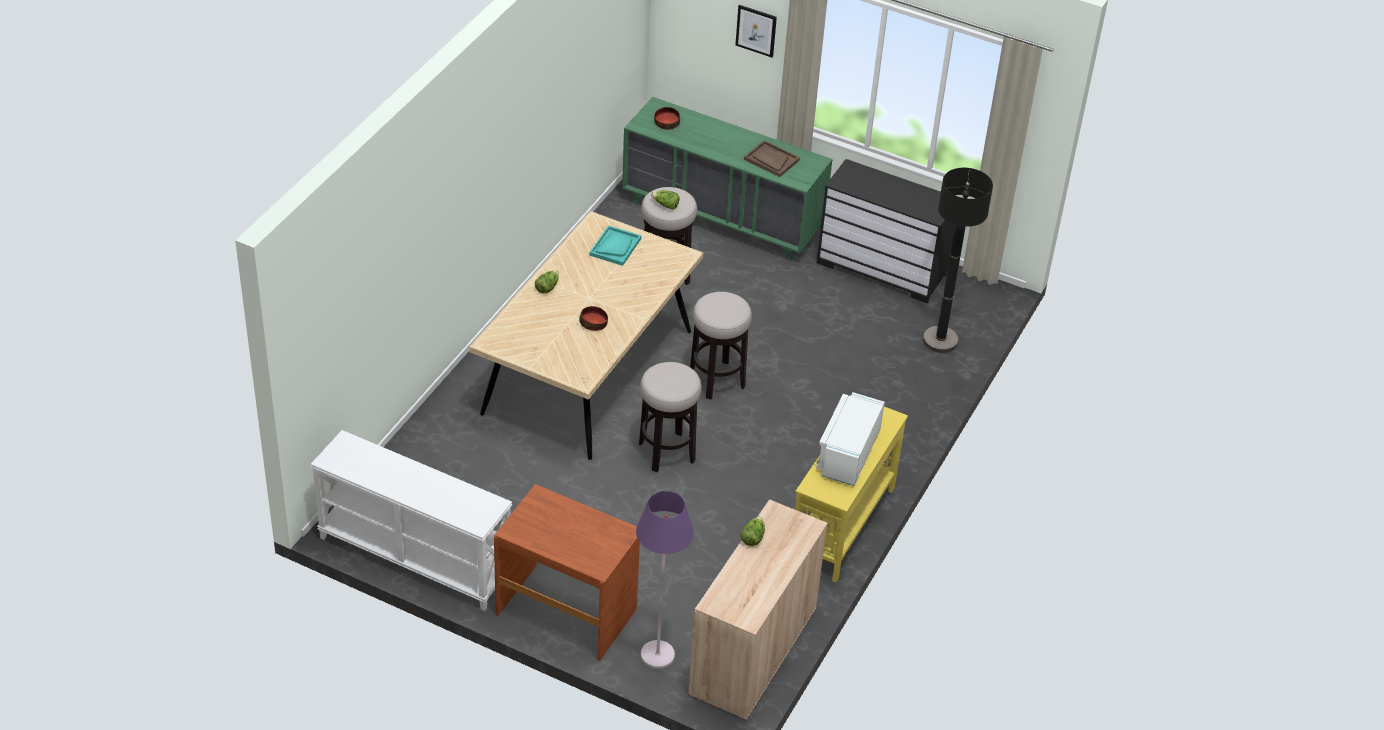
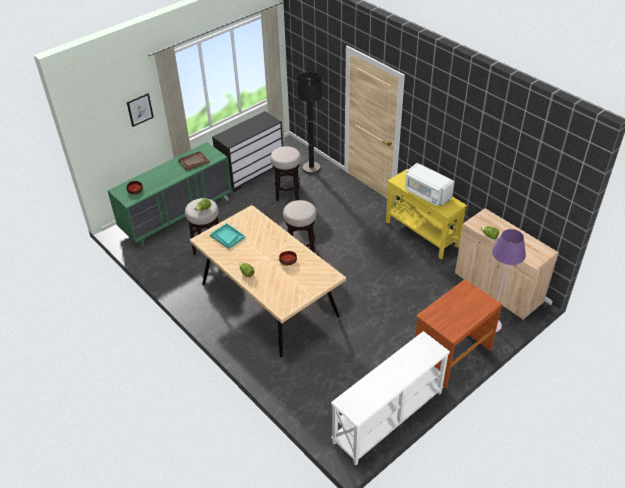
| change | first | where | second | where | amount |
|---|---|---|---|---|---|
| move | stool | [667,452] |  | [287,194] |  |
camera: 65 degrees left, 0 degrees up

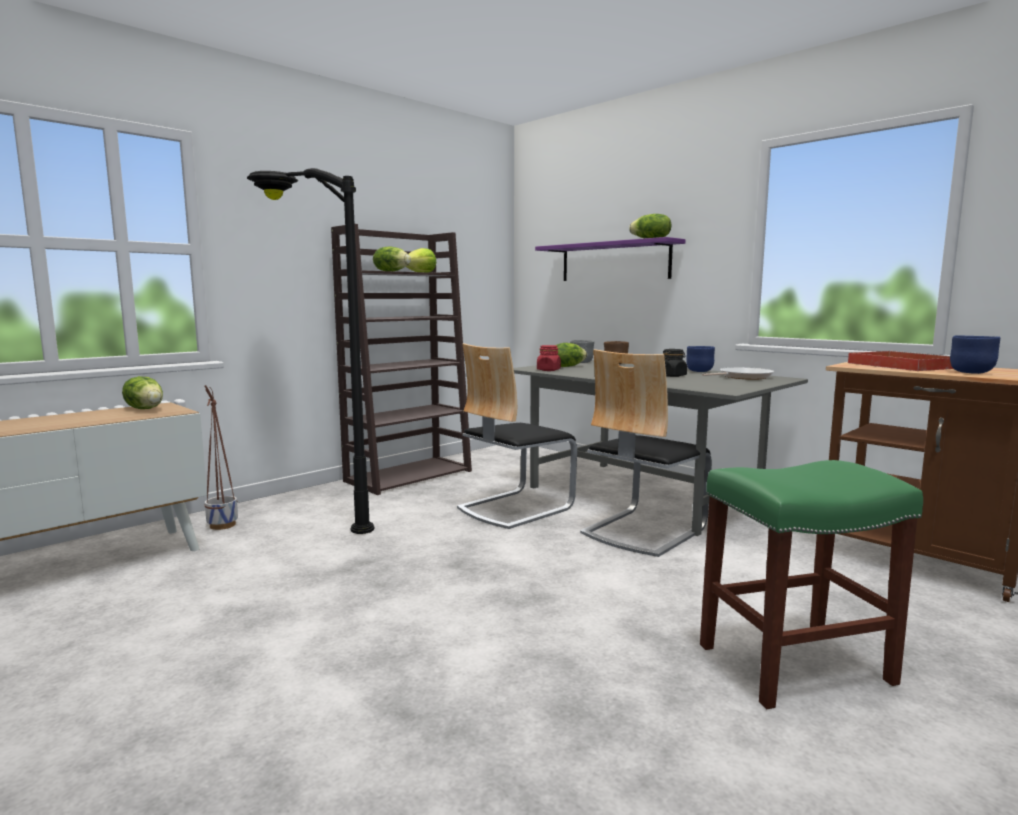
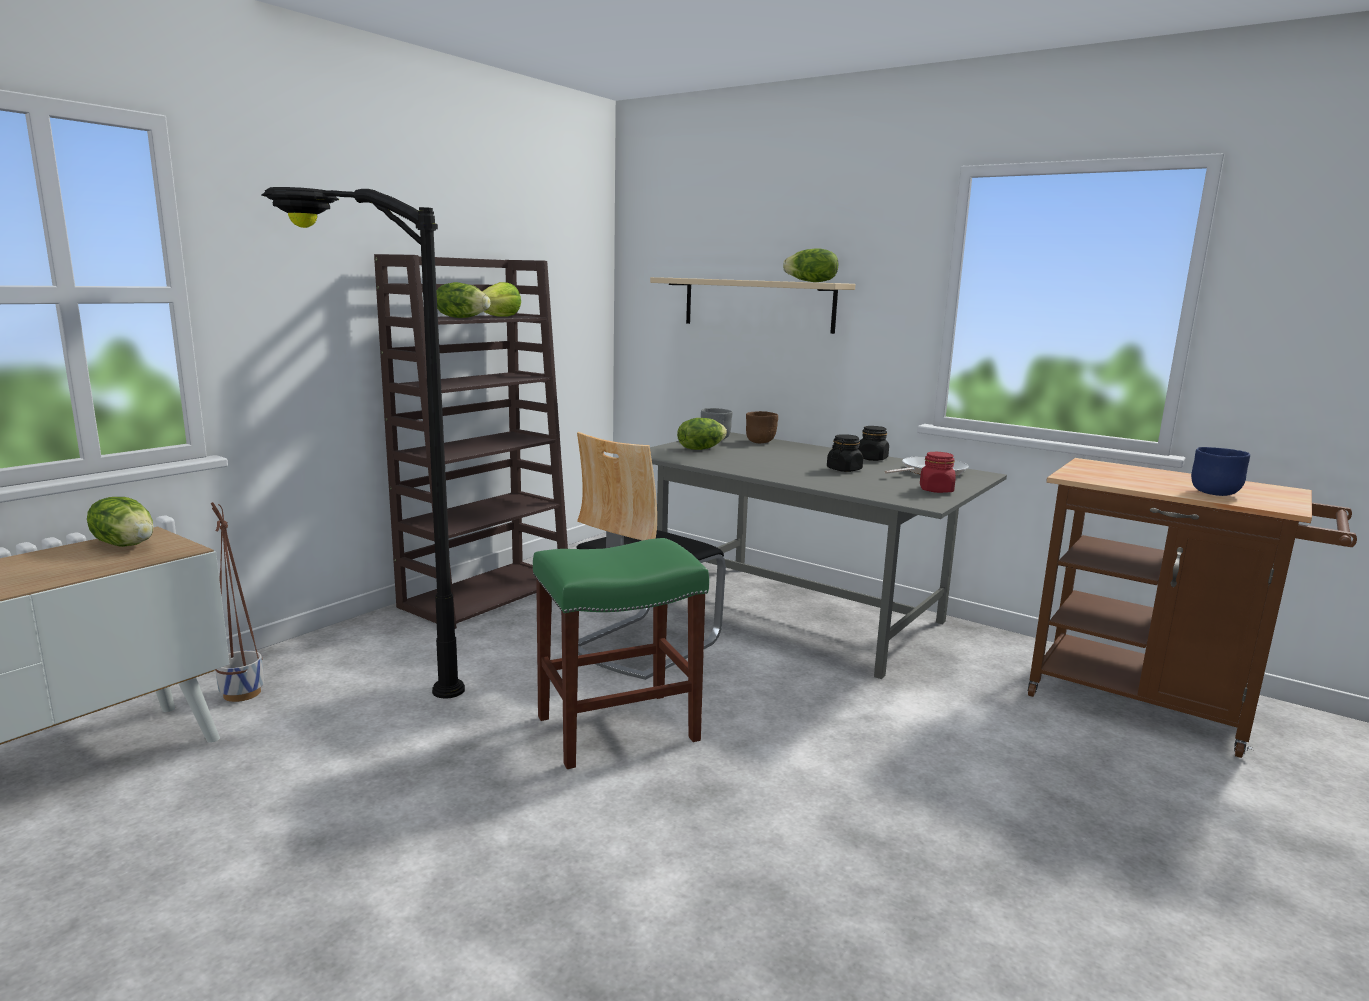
| change | first | where | second | where | amount |
|---|---|---|---|---|---|
| recolor | purple shelf | [614,262] | beige shelf | [757,304] |  |
| move | red jar | [548,370] |  | [936,490] |  |
| replace | blue bowl | [699,371] | black jar | [872,459] |  |
| delete | chair | [643,530] |  |  |  |
| delete | red tray | [900,365] |  |  |  |
| move | green stool | [795,663] |  | [619,727] |  |
camera: 10 degrees left, 5 degrees up

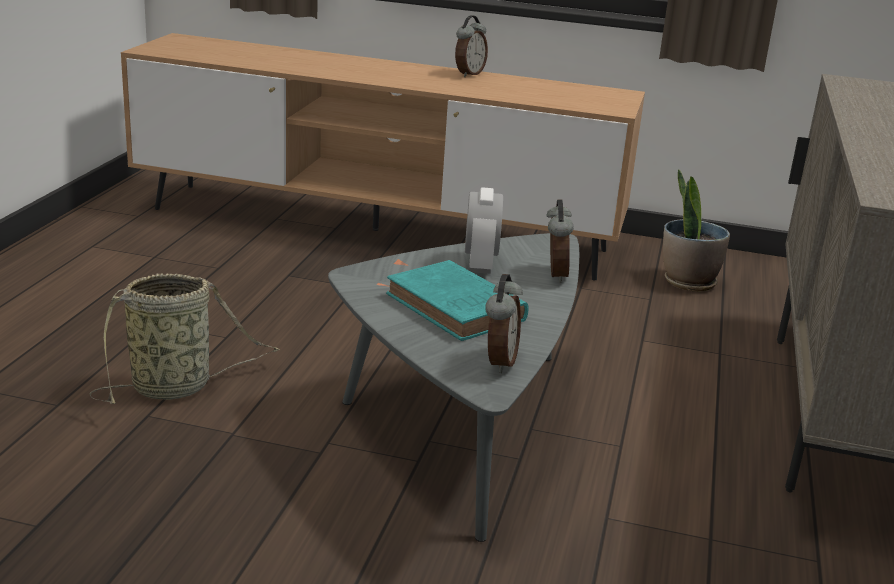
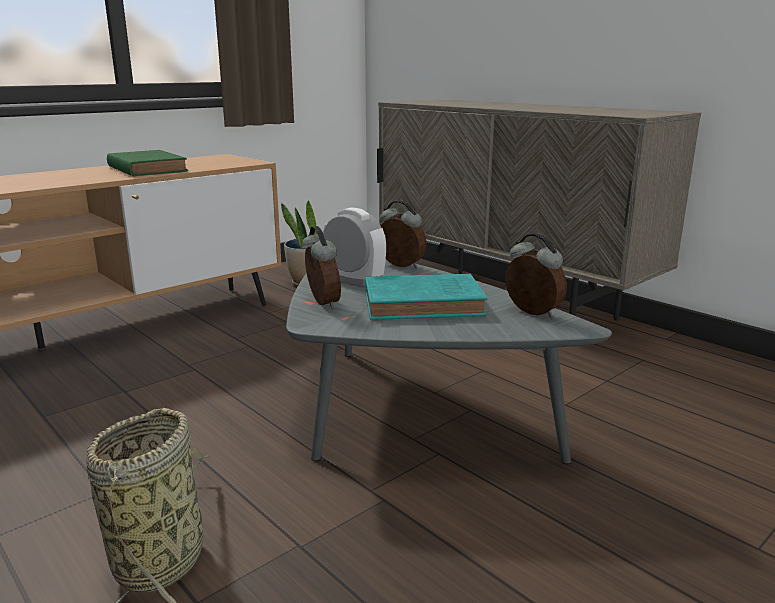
| change | first | where | second | where | amount |
|---|---|---|---|---|---|
| move | alarm clock | [468,74] |  | [321,303] |  |
| insert |  |  | green book | [146,169] |  |
camera: 55 degrees left, 5 degrees down

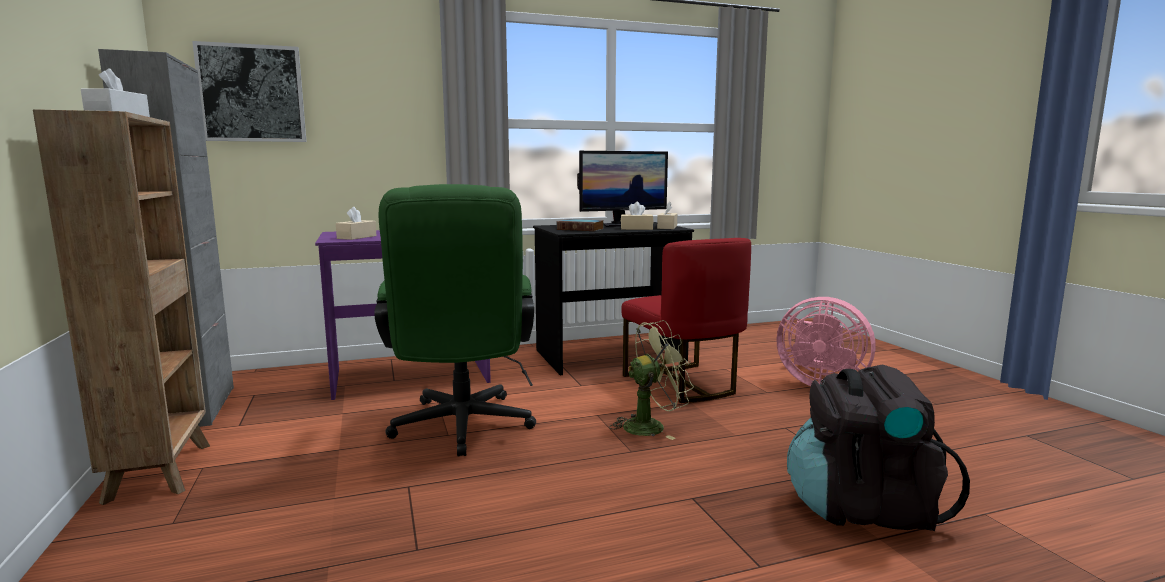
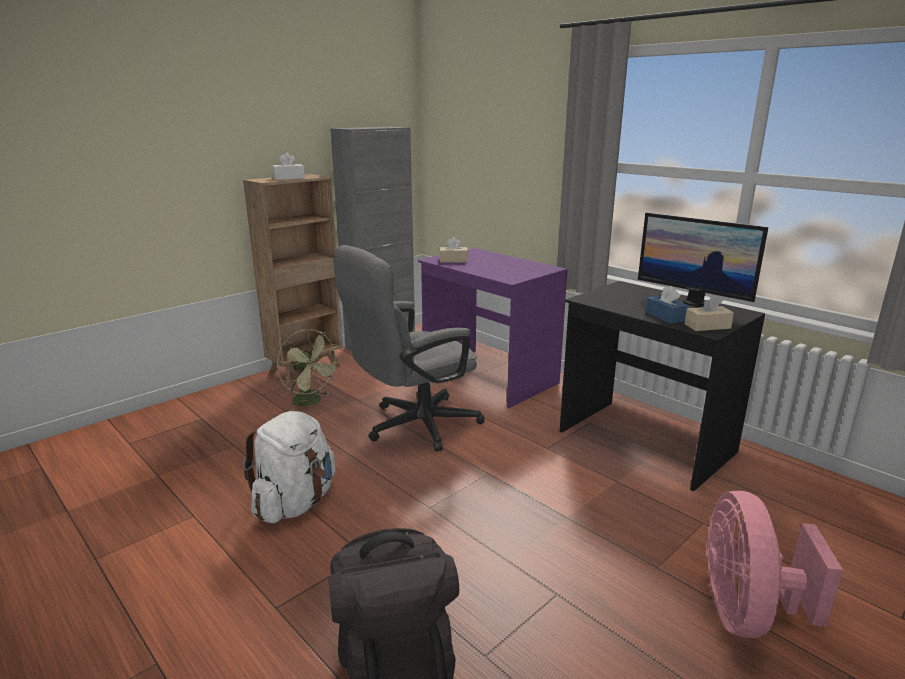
| change | first | where | second | where | amount |
|---|---|---|---|---|---|
| delete | picture | [252,94] |  |  |  |
| recolor | green office chair | [462,430] | grey office chair | [413,426] |  |
| recolor | beige tissue box | [636,228] | blue tissue box | [665,316] |  |
| delete | book | [581,229] |  |  |  |
| delete | red chair | [683,384] |  |  |  |
| move | green fan | [651,426] |  | [311,402] |  |
| insert |  |  | white backpack | [295,503] |  |
camera: 65 degrees right, 10 degrees up

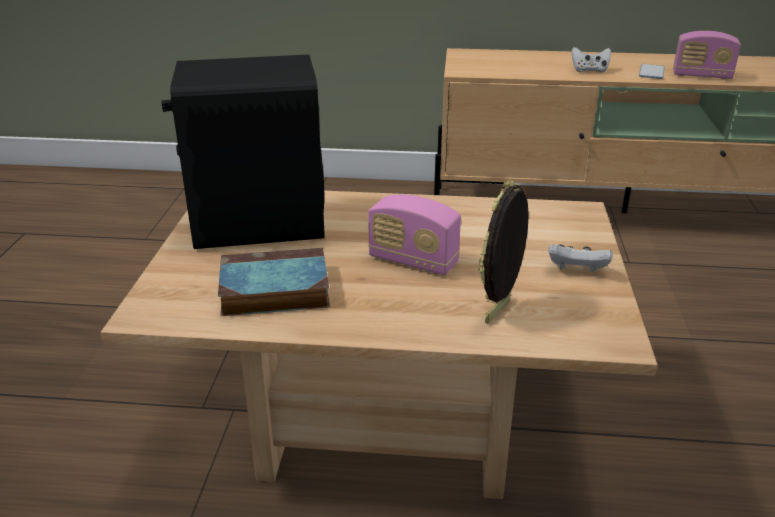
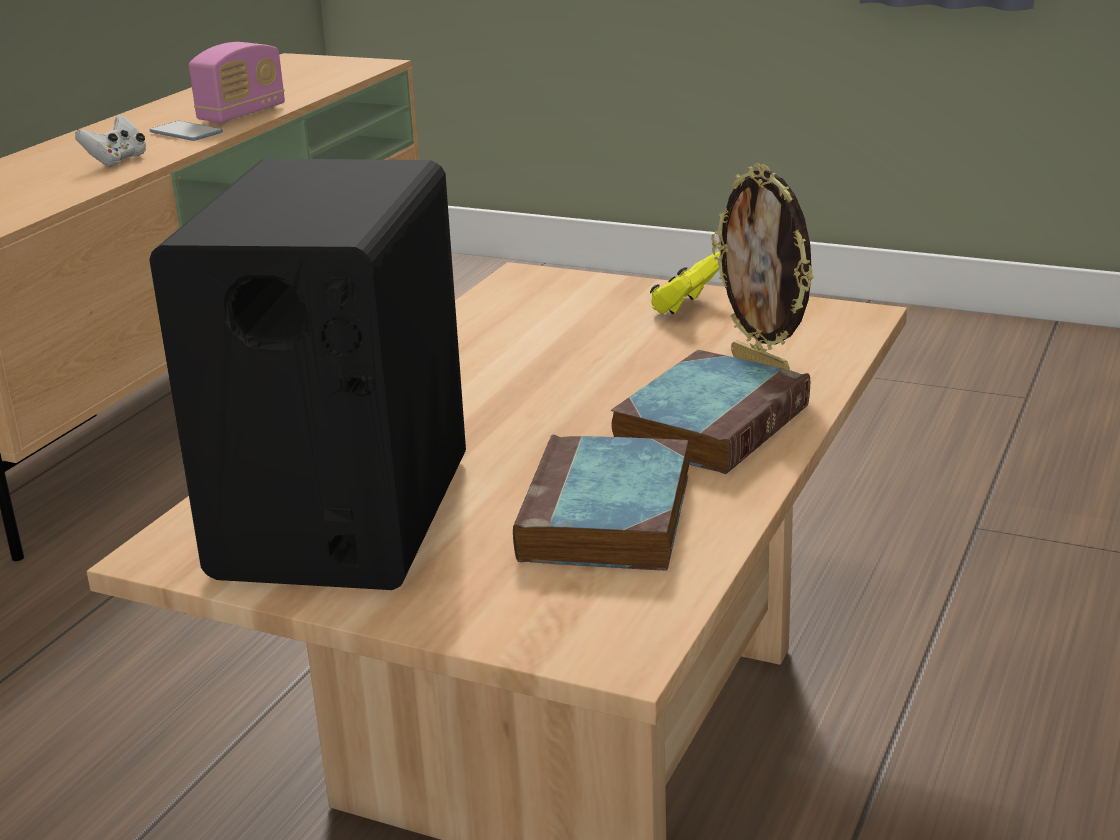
| change | first | where | second | where | amount |
|---|---|---|---|---|---|
| delete | radio | [413,261] |  |  |  |
| recolor | white game controller | [577,271] | yellow game controller | [686,307] |  |
| insert |  |  | book | [712,423] |  |
camera: 70 degrees left, 5 degrees down

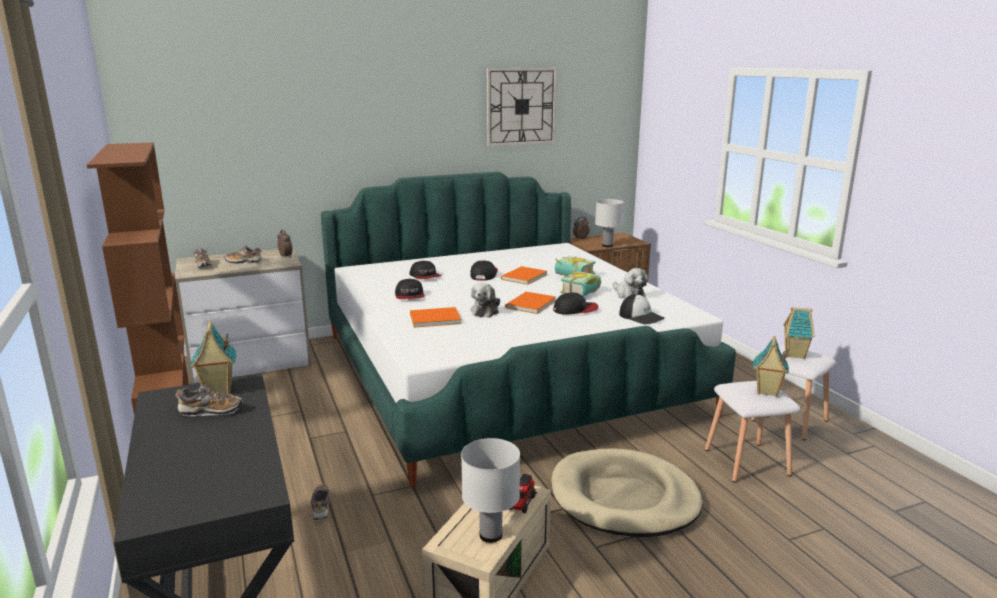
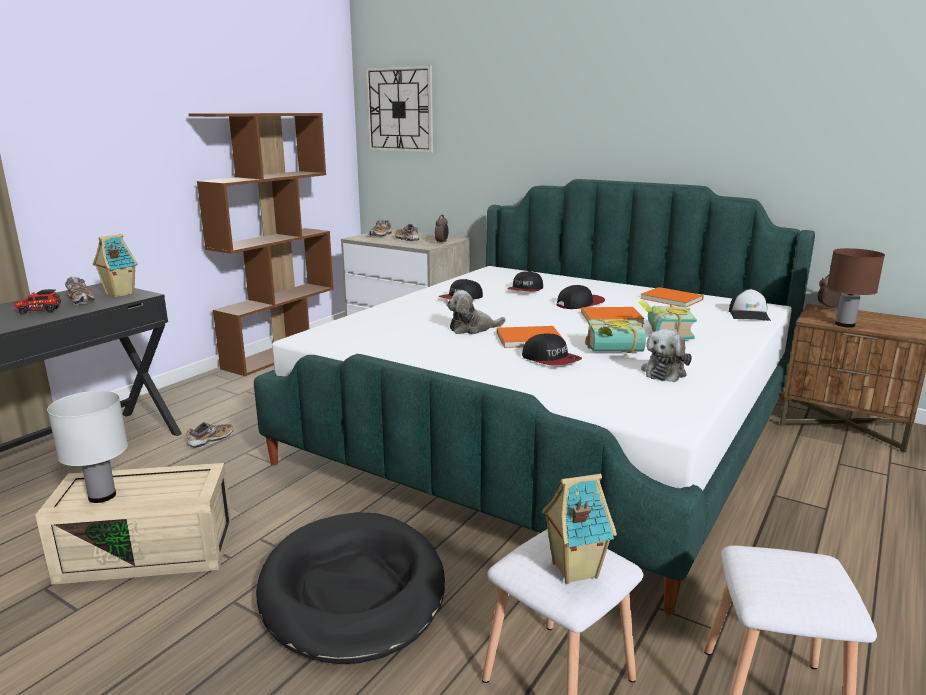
| change | first | where | second | where | amount |
|---|---|---|---|---|---|
| move | wall clock | [521,106] |  | [399,109] |  |
| recolor | white table lamp | [608,246] | brown table lamp | [845,325] |  |
| move | cap | [641,317] |  | [749,315] |  |
| move | orange book | [433,318] |  | [670,298] |  |
| delete | toy house | [795,355] |  |  |  |
| recolor | beige dog bed | [624,498] | black dog bed | [352,591] |  |
| move | toy truck | [521,503] |  | [38,311] |  |
camera: 55 degrees right, 0 degrees up

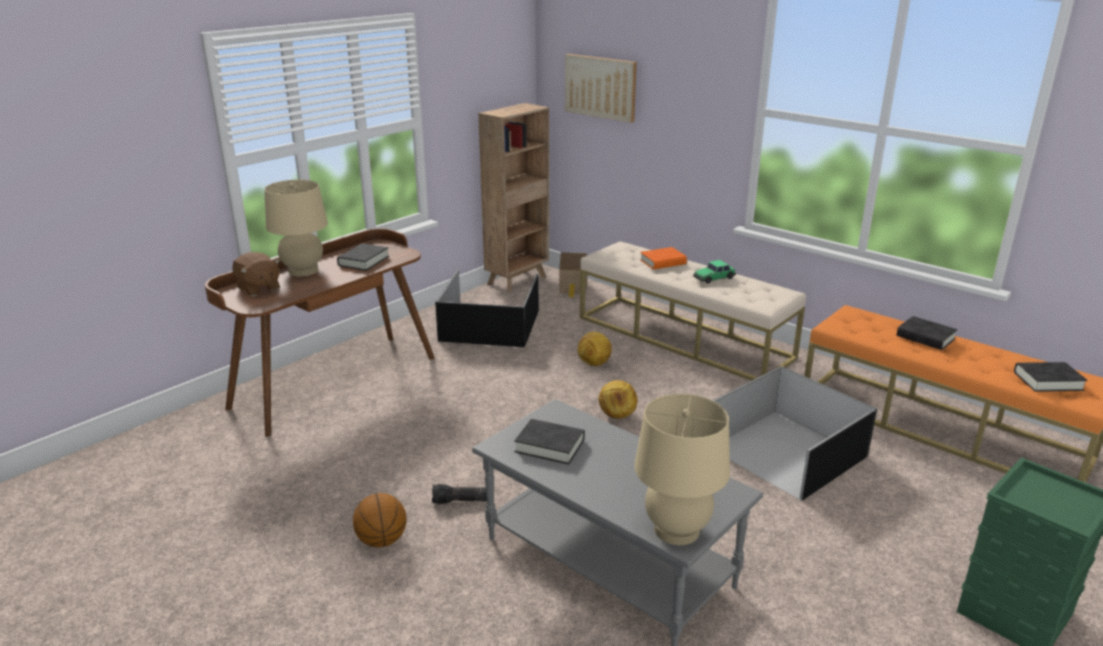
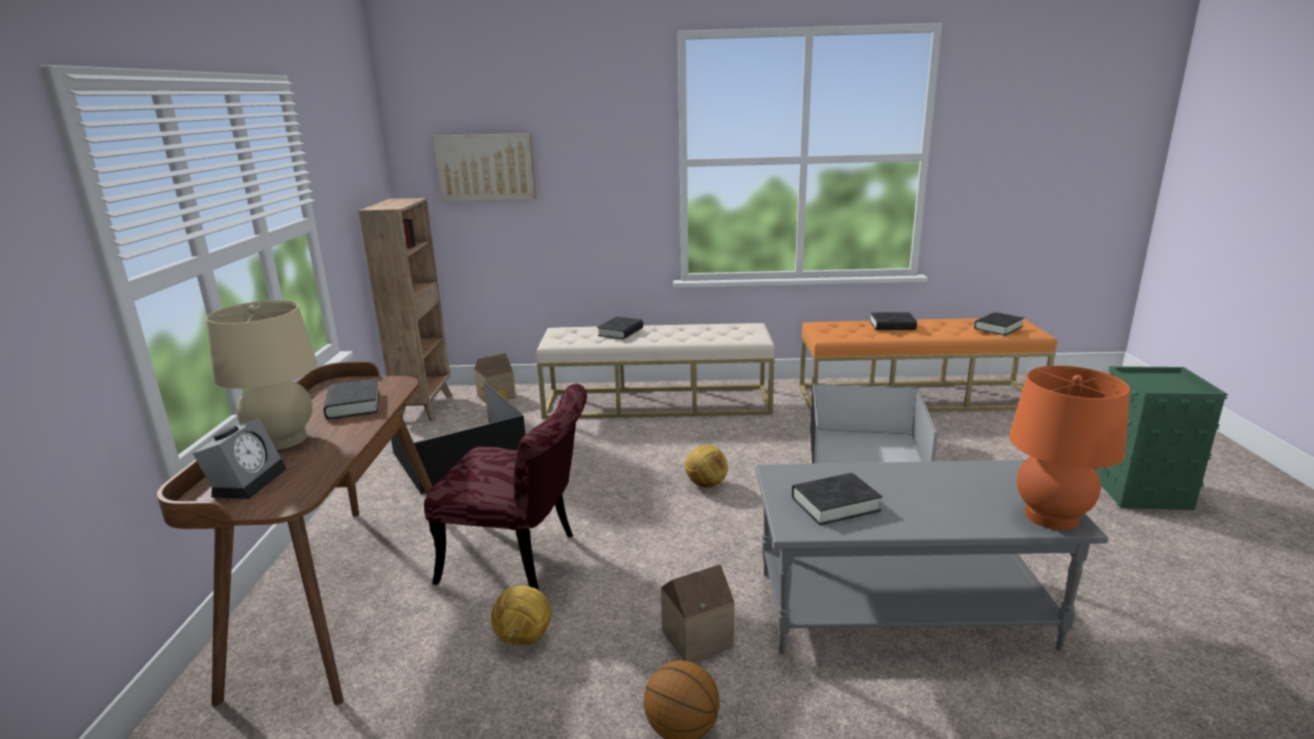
| change | first | where | second | where | amount |
|---|---|---|---|---|---|
| recolor | orange book | [662,262] | black book | [620,332] |  |
| replace | brown plush toy | [258,288] | alarm clock | [248,481] |  |
| delete | toy car | [714,278] |  |  |  |
| move | football | [594,364] |  | [524,639] |  |
| recolor | beige table lamp | [676,530] | orange table lamp | [1051,516] |  |
| replace | flashlight | [459,501] | toy house | [695,636] |  |
| insert |  |  | red chair | [522,559] |  |
camera: 40 degrees left, 5 degrees down

